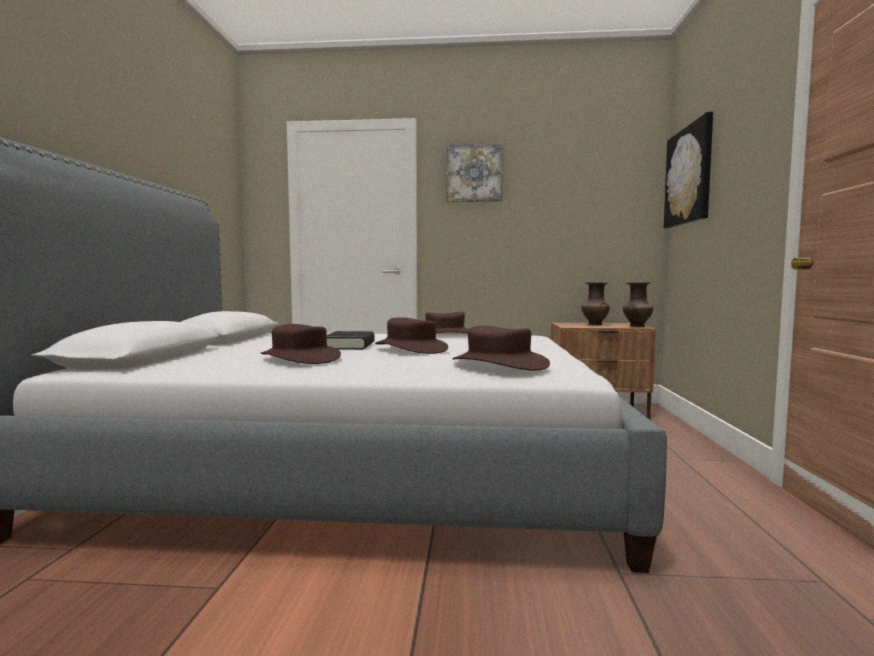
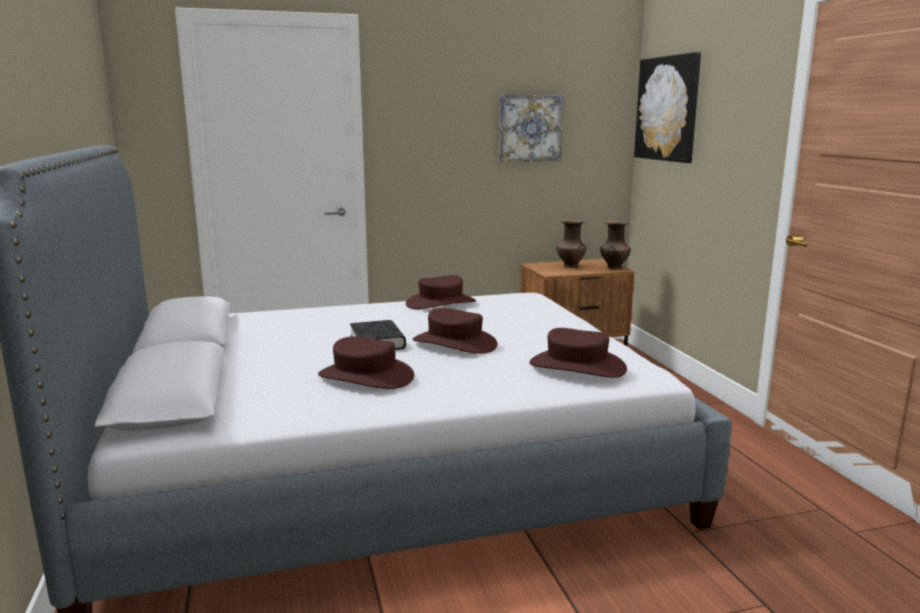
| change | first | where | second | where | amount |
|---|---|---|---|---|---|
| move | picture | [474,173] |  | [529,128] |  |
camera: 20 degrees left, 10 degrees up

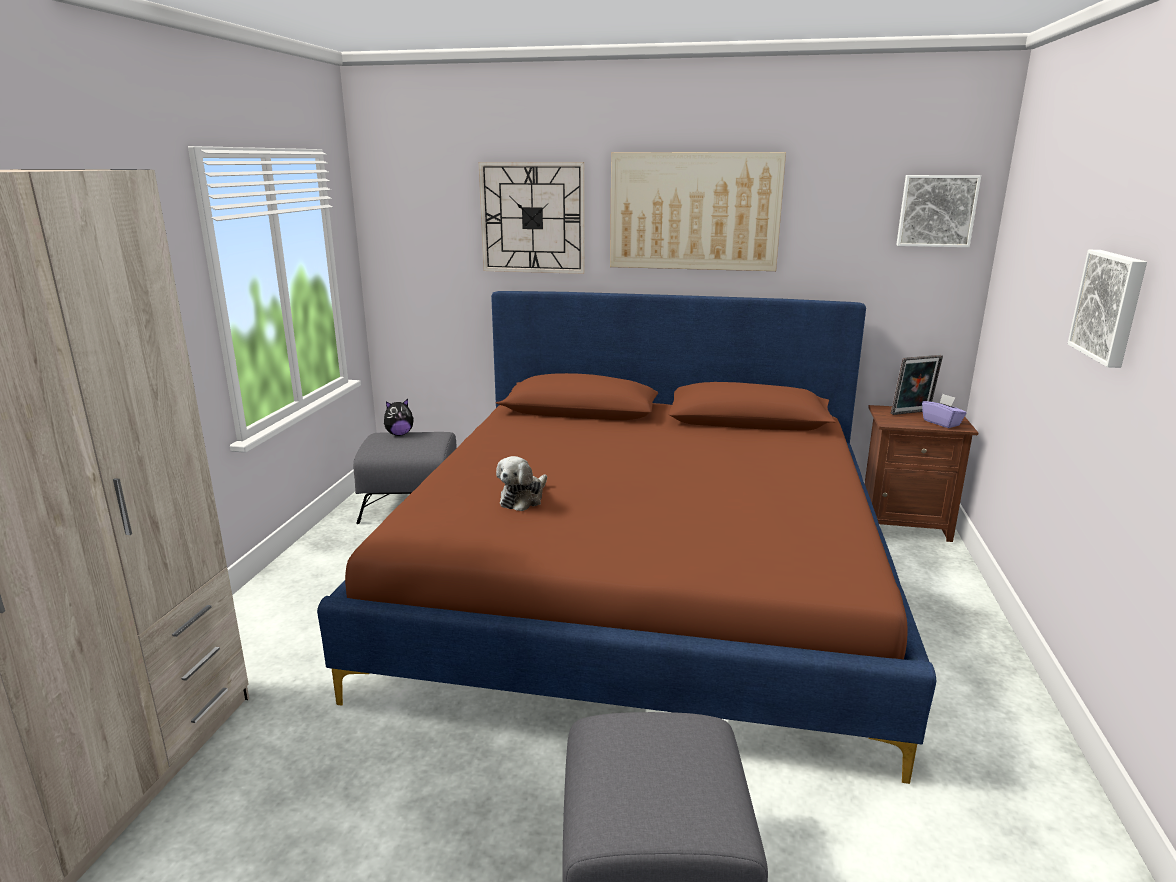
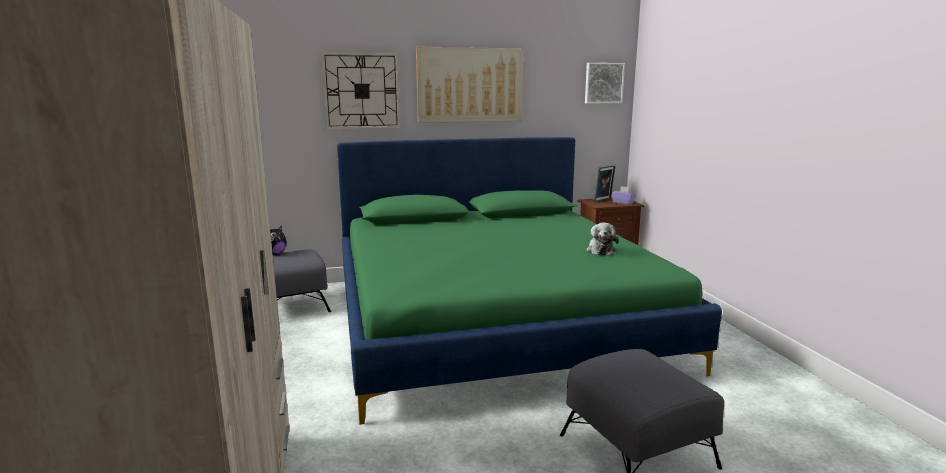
| change | first | where | second | where | amount |
|---|---|---|---|---|---|
| delete | picture | [1110,306] |  |  |  |
| recolor | brown bed | [642,584] | green bed | [493,320] |  |
| move | plush toy | [523,499] |  | [600,250] |  |
camera: 25 degrees left, 5 degrees down

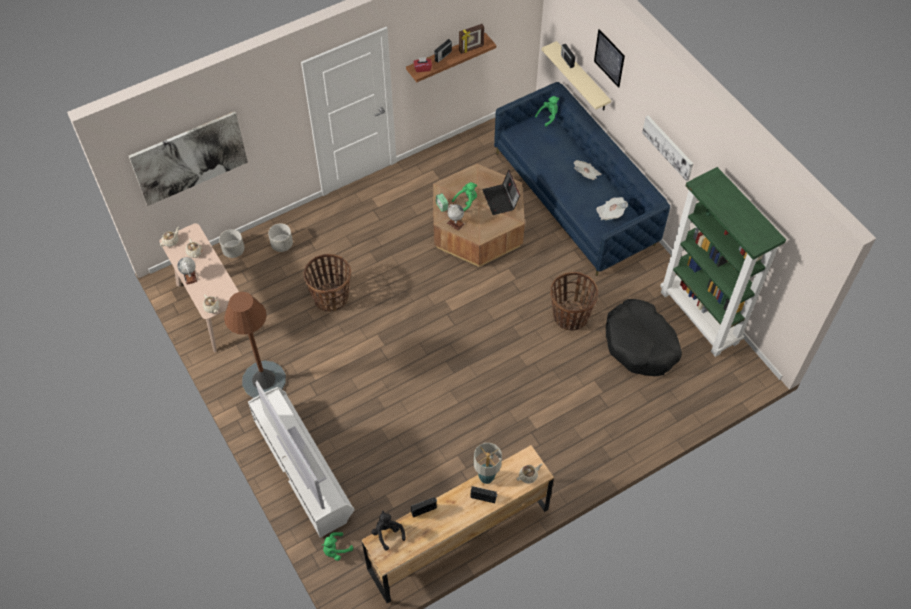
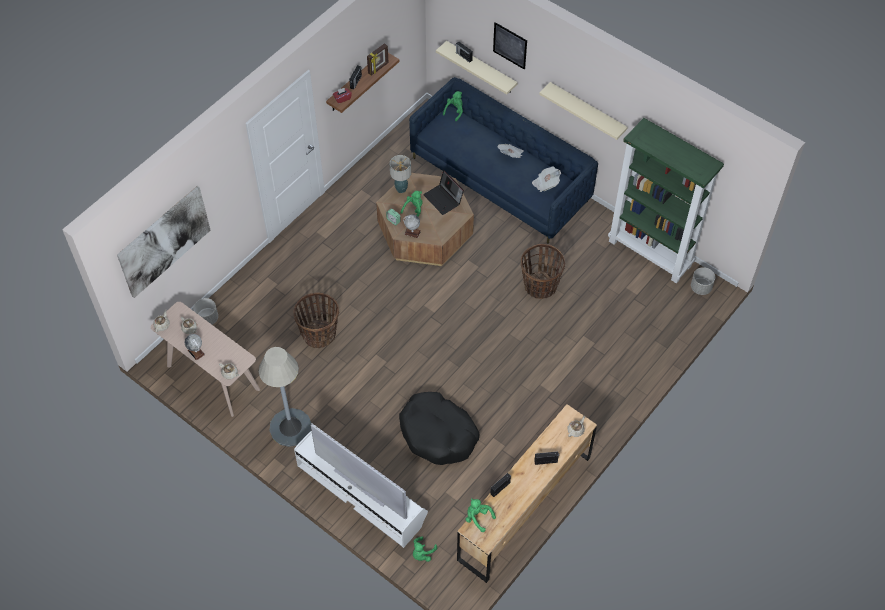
| change | first | where | second | where | amount |
|---|---|---|---|---|---|
| replace | picture | [668,147] | beige shelf | [587,111] |  |
| move | grey planter | [282,244] |  | [700,287] |  |
| recolor | brown floor lamp | [264,380] | grey floor lamp | [290,427] |  |
| move | black dog bed | [640,344] |  | [438,434] |  |
| move | table lamp | [486,477] |  | [401,189] |  |
| recolor | black plush toy | [387,533] | green plush toy | [478,517] |  |
camera: 20 degrees left, 0 degrees up

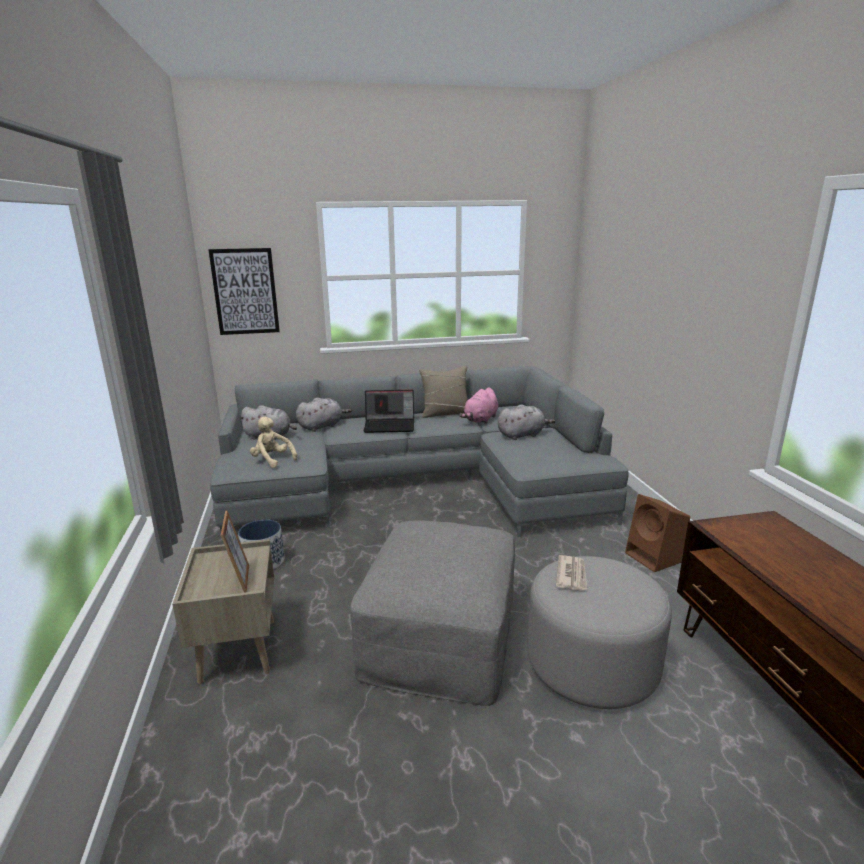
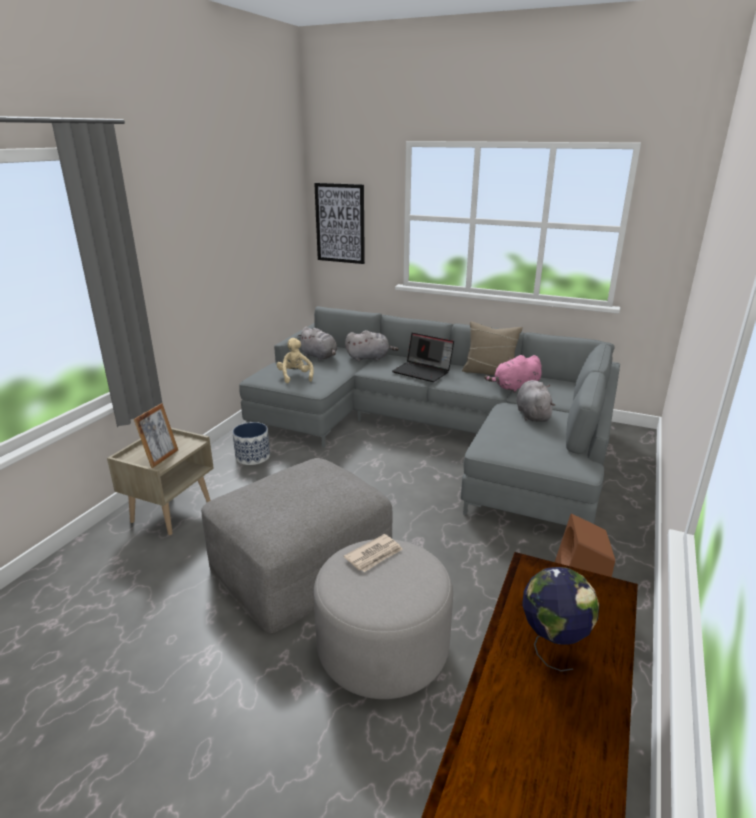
| change | first | where | second | where | amount |
|---|---|---|---|---|---|
| rotate | grey plush toy | [522,435] |  | [532,414] | 105 degrees counterclockwise |
| insert |  |  | globe | [552,646] |  |
camera: 35 degrees right, 5 degrees up

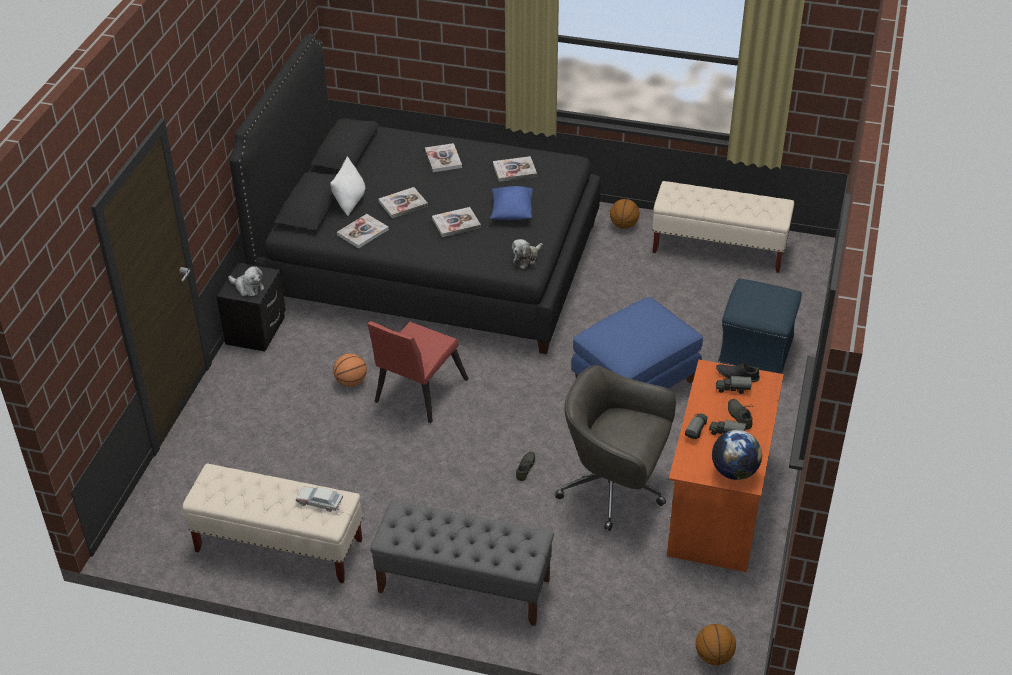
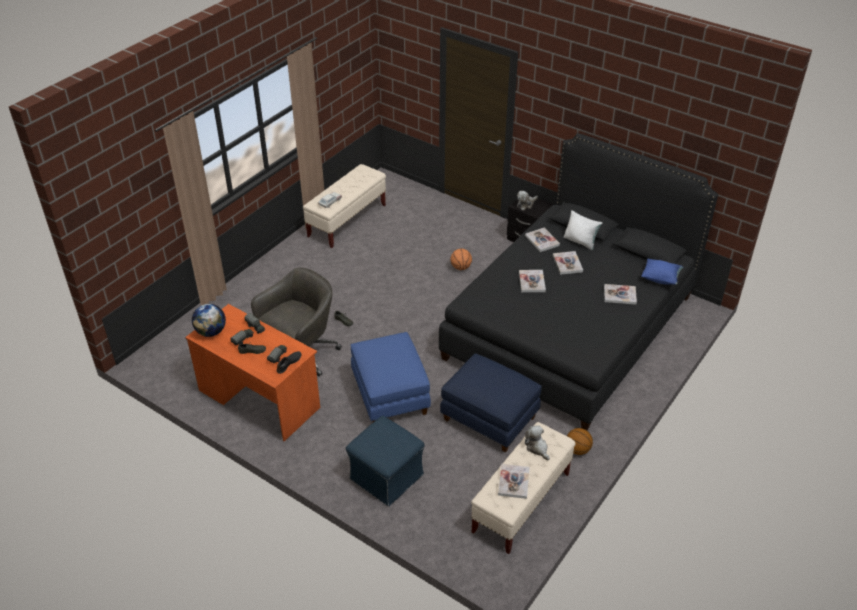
| change | first | where | second | where | amount |
|---|---|---|---|---|---|
| move | book | [514,170] |  | [513,482] |  |
| move | blue pillow | [511,213] |  | [660,278] |  |
| move | plush toy | [526,259] |  | [537,448] |  |
| delete | red chair | [417,394] |  |  |  |
| delete | grey bench | [463,585] |  |  |  |
| delete | basketball | [713,656] |  |  |  |
| insert |  |  | blue ottoman | [490,418] |  |
camera: 110 degrees right, 0 degrees up

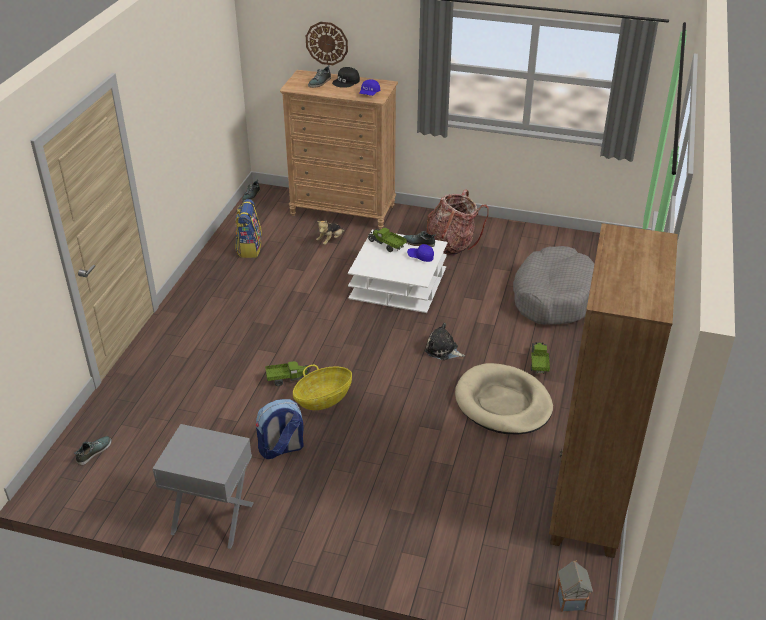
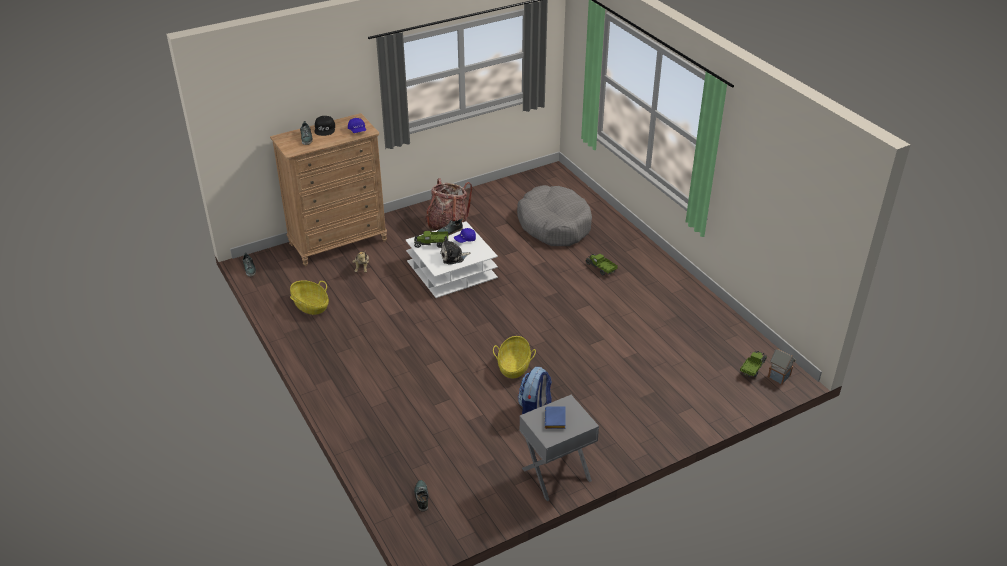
| change | first | where | second | where | amount |
|---|---|---|---|---|---|
| delete | wall clock | [327,43] |  |  |  |
| replace | backpack | [249,248] | basket | [311,306] |  |
| delete | brown bookcase | [587,503] |  |  |  |
| move | plush toy | [443,350] |  | [453,257] |  |
| move | toy truck | [288,379] |  | [752,368] |  |
| delete | beige dog bed | [503,403] |  |  |  |
| insert |  |  | blue book | [556,420] |  |
camera: 45 degrees left, 0 degrees up

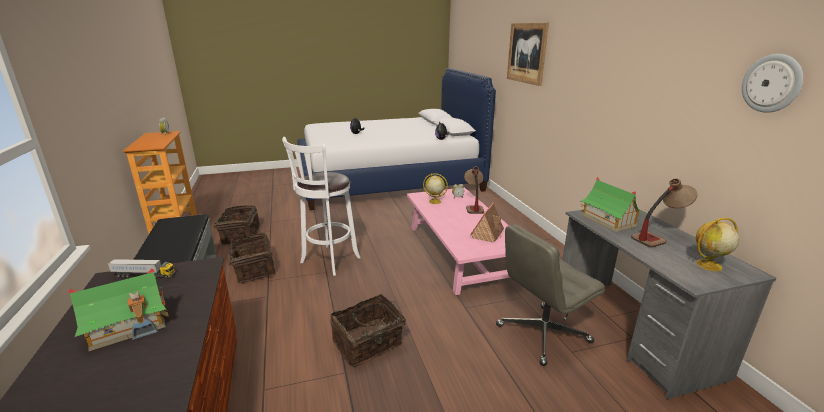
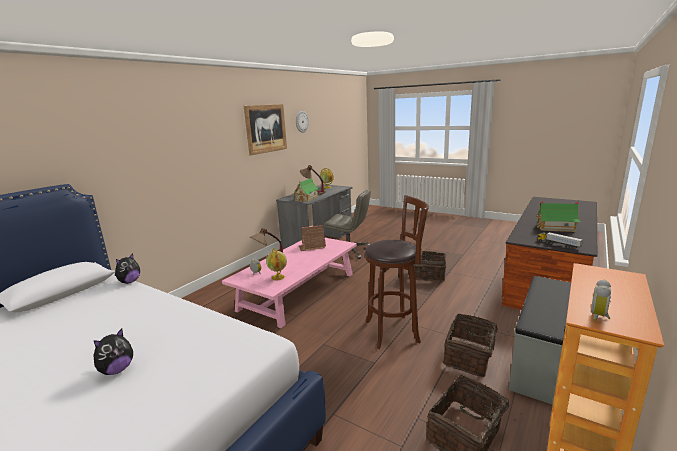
| change | first | where | second | where | amount |
|---|---|---|---|---|---|
| move | picture | [526,53] |  | [266,128] |  |
| recolor | white stool | [328,261] | brown stool | [395,331] |  |
camera: 130 degrees left, 5 degrees down

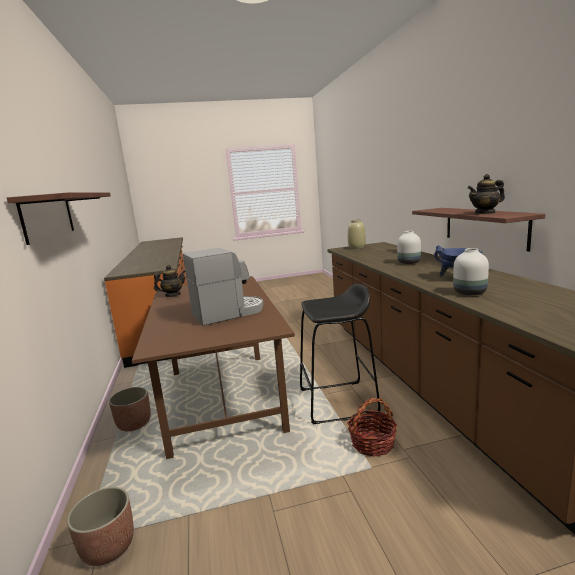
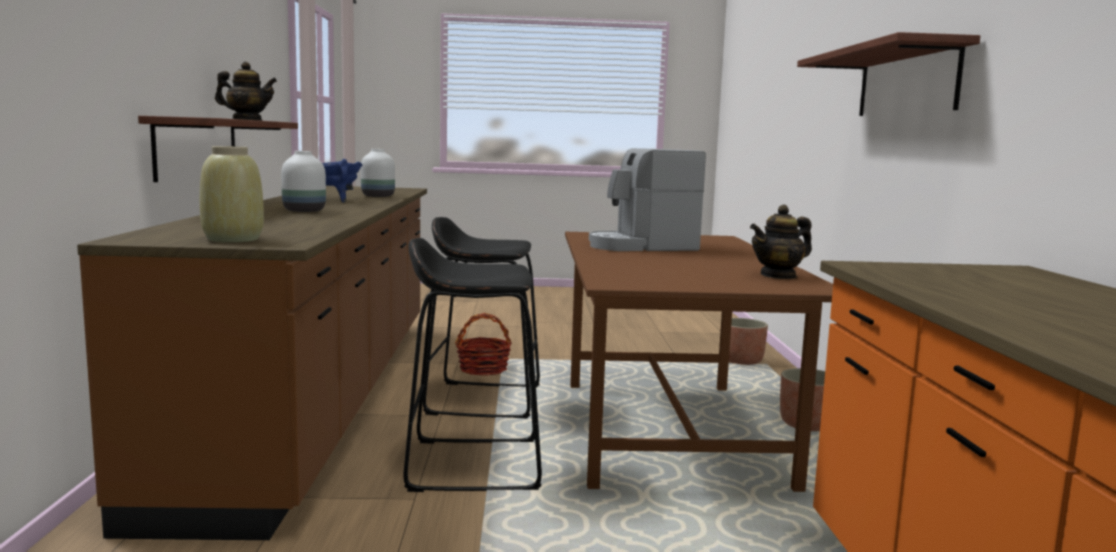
| change | first | where | second | where | amount |
|---|---|---|---|---|---|
| insert |  |  | black stool | [474,464] |  |
camera: 170 degrees left, 5 degrees down

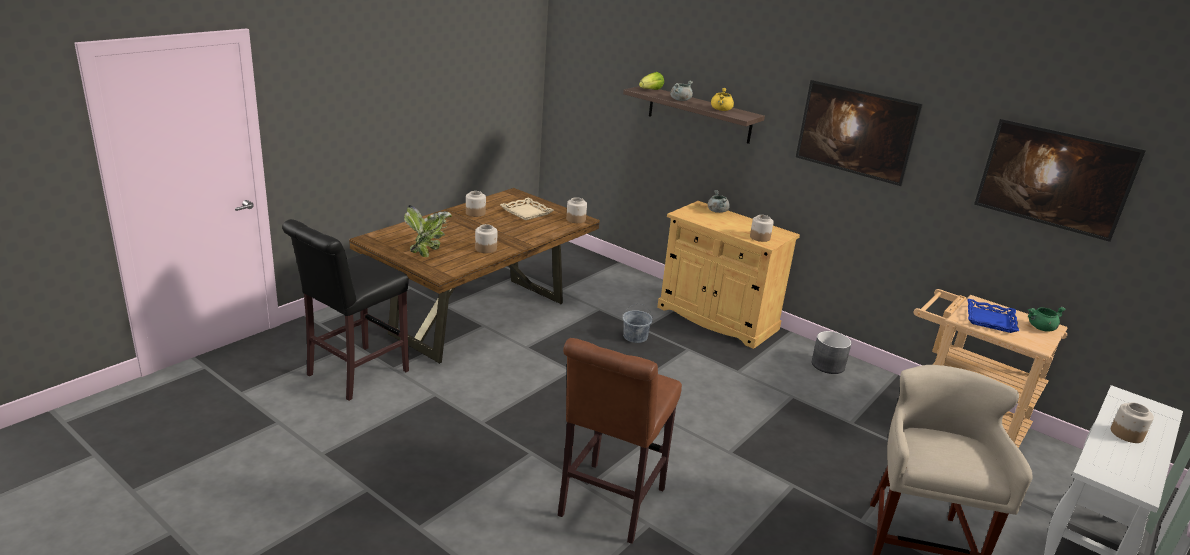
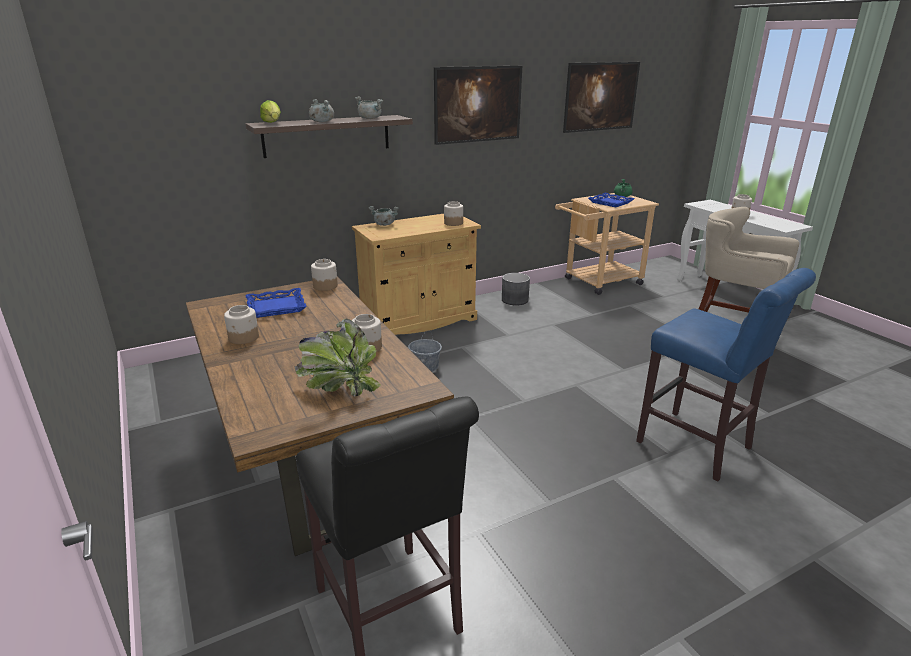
| change | first | where | second | where | amount |
|---|---|---|---|---|---|
| recolor | yellow cooking pot | [721,110] | grey cooking pot | [370,118] |  |
| recolor | beige tray | [527,212] | blue tray | [276,307] |  |
| recolor | brown stool | [608,506] | blue stool | [699,448] |  |
camera: 65 degrees left, 0 degrees up

